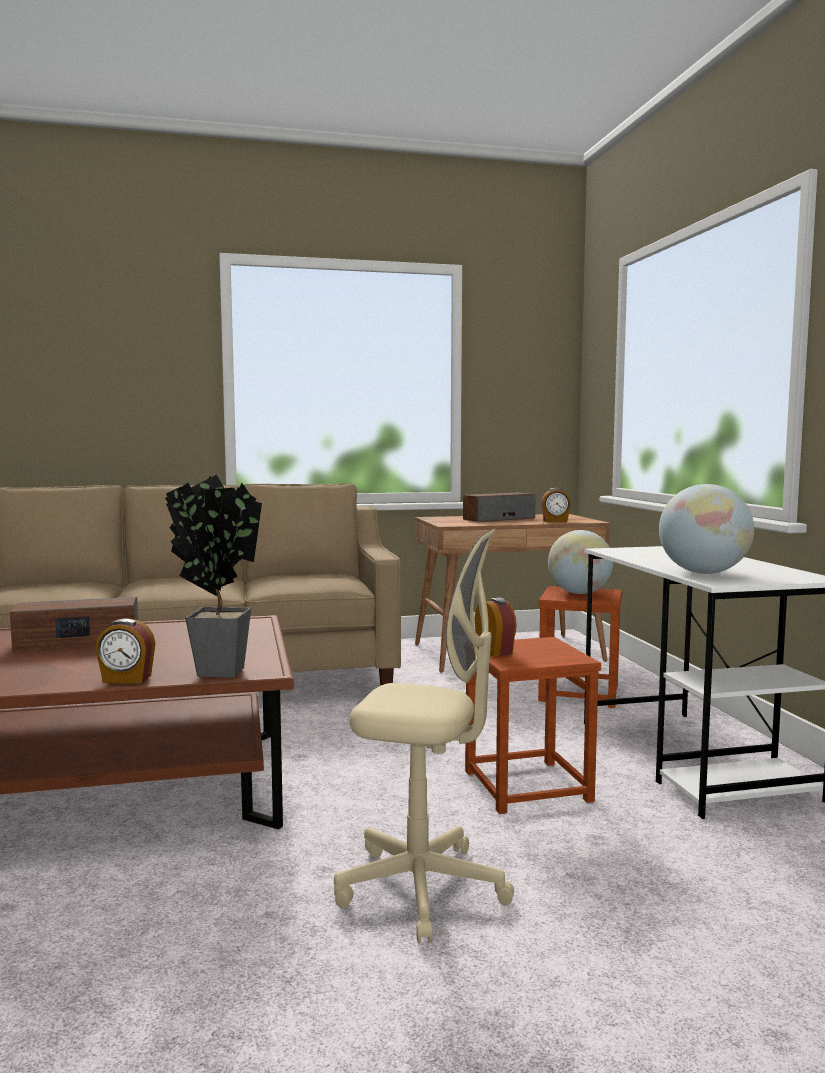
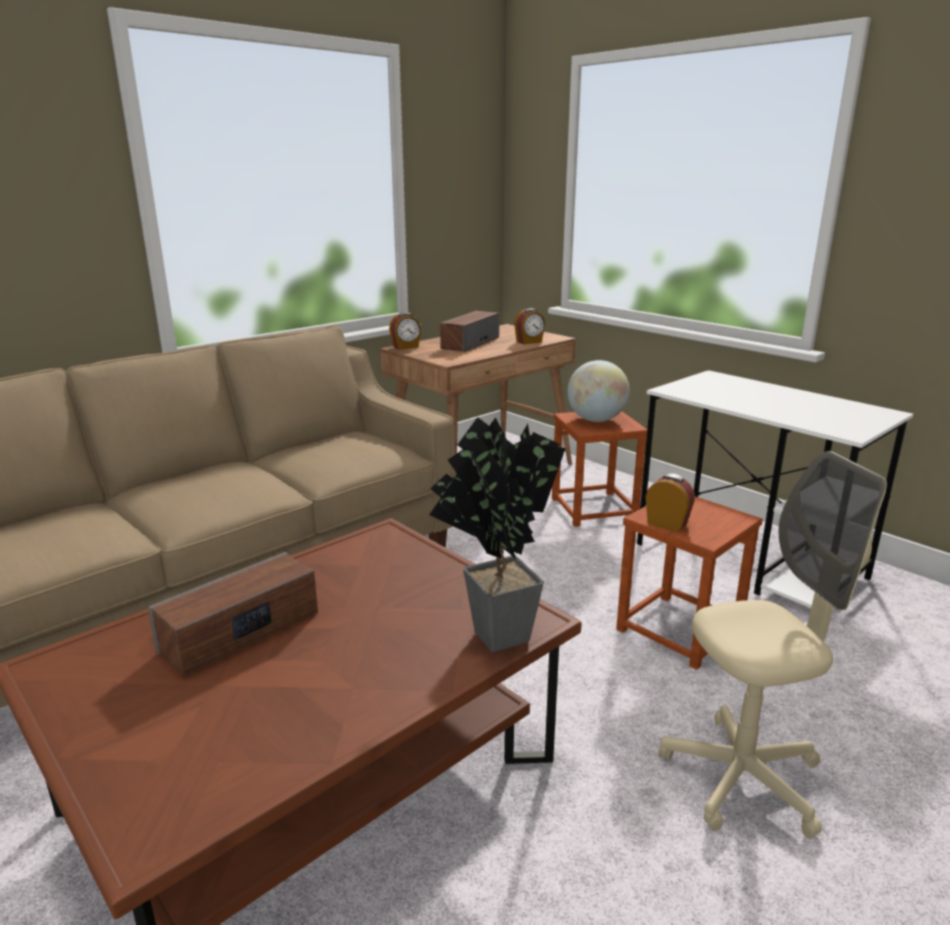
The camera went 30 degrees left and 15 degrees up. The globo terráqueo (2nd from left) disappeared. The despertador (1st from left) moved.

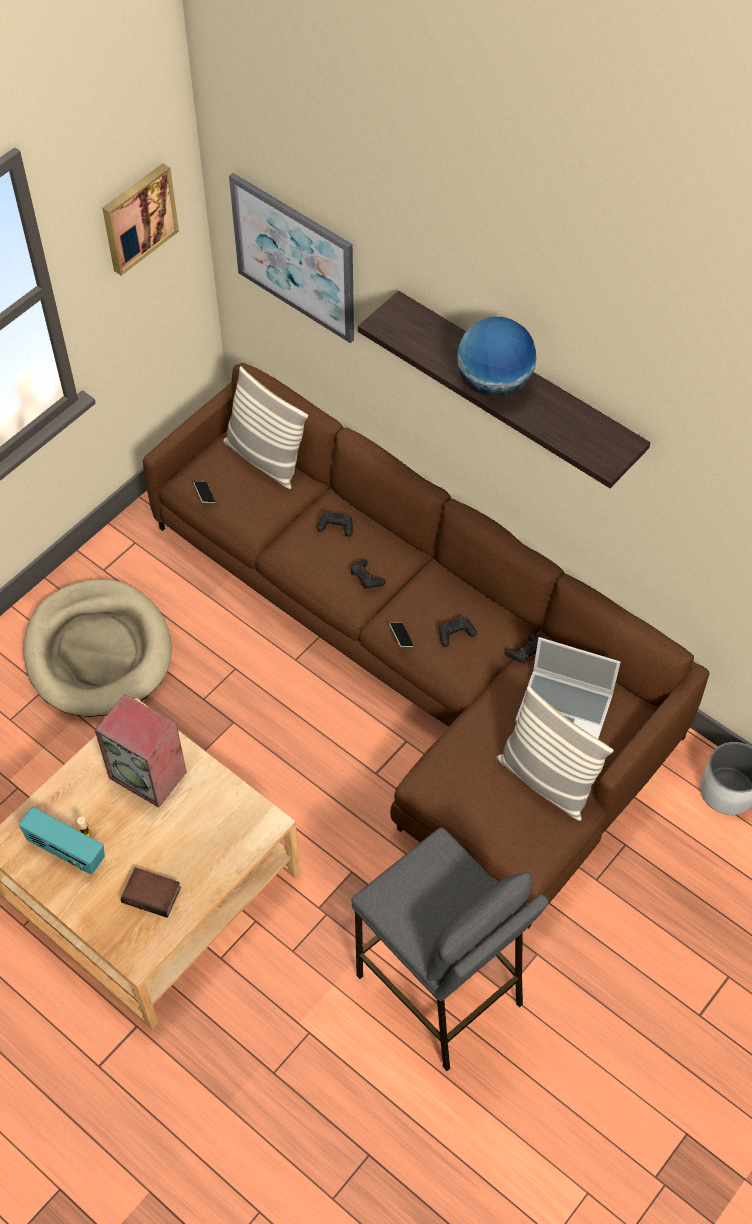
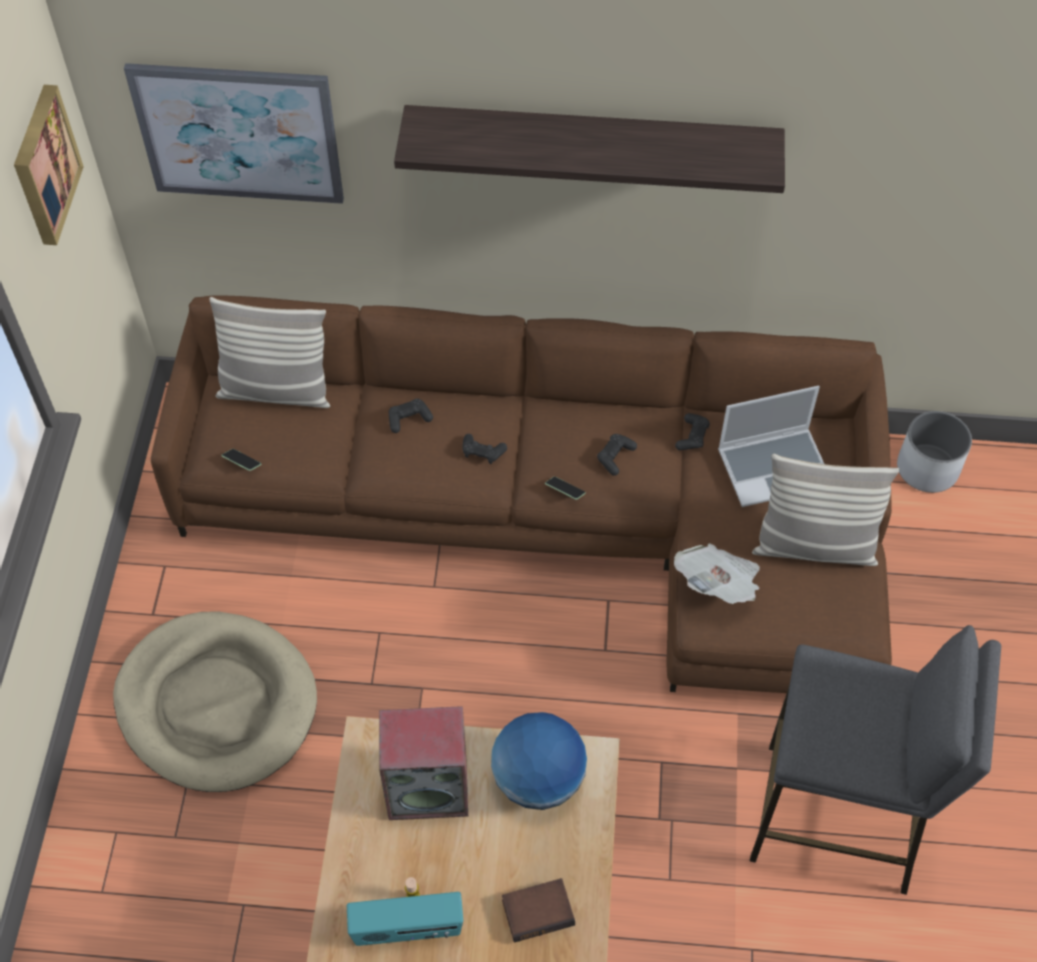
The camera went 35 degrees left and 0 degrees up. The periódico appeared. The globo terráqueo moved.

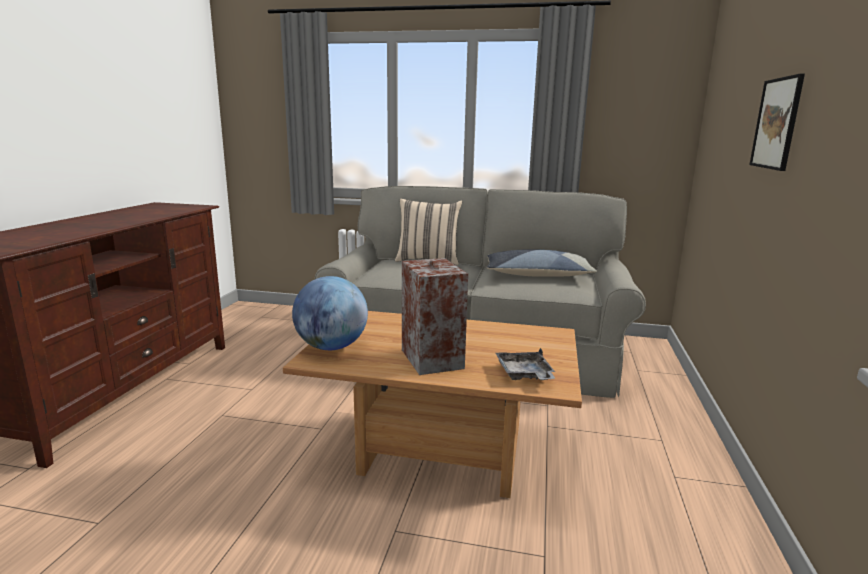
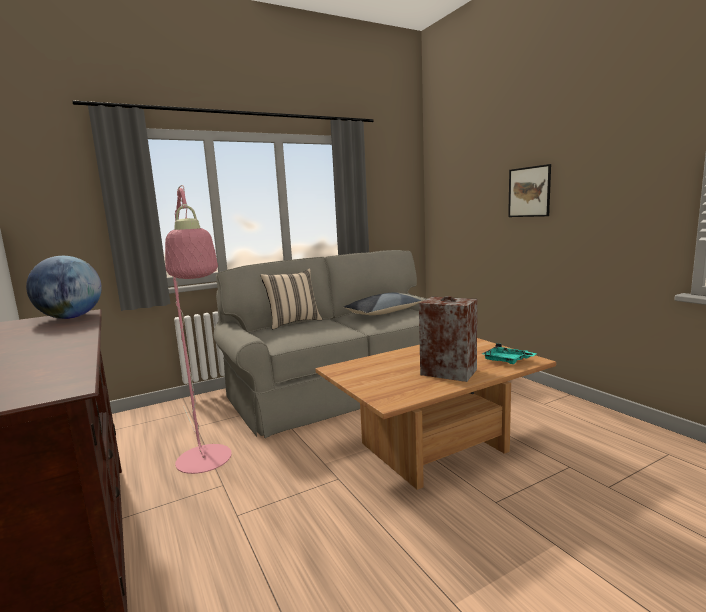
The camera went 40 degrees left and 5 degrees down. The lámpara de pie/rosa appeared. The globo terráqueo moved. The bandeja/gris became the bandeja/turquesa.

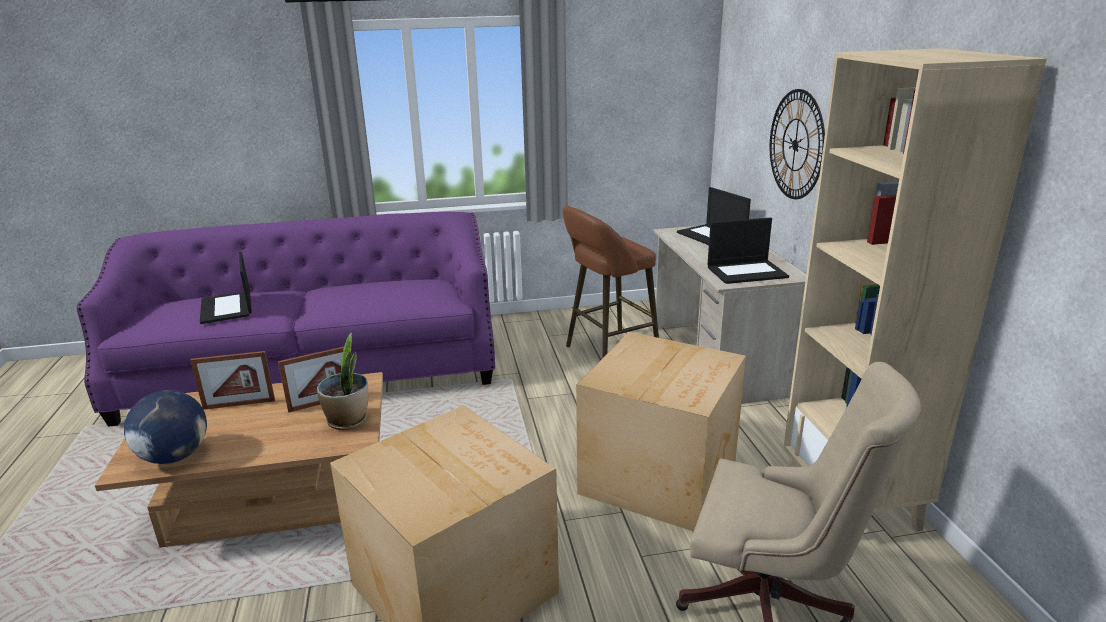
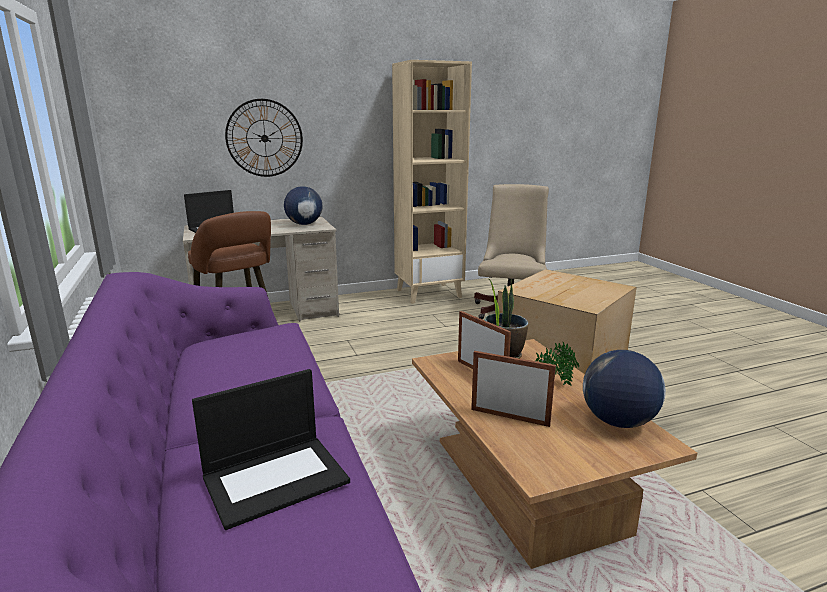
The camera went 100 degrees left and 5 degrees down. The caja de cartón (2nd from left) disappeared. The planta en maceta (2nd from left) appeared. The portátil (3rd from left) was replaced by the globo terráqueo (1st from left). The portarretratos (1st from left in the first image) turned 45 degrees counterclockwise.

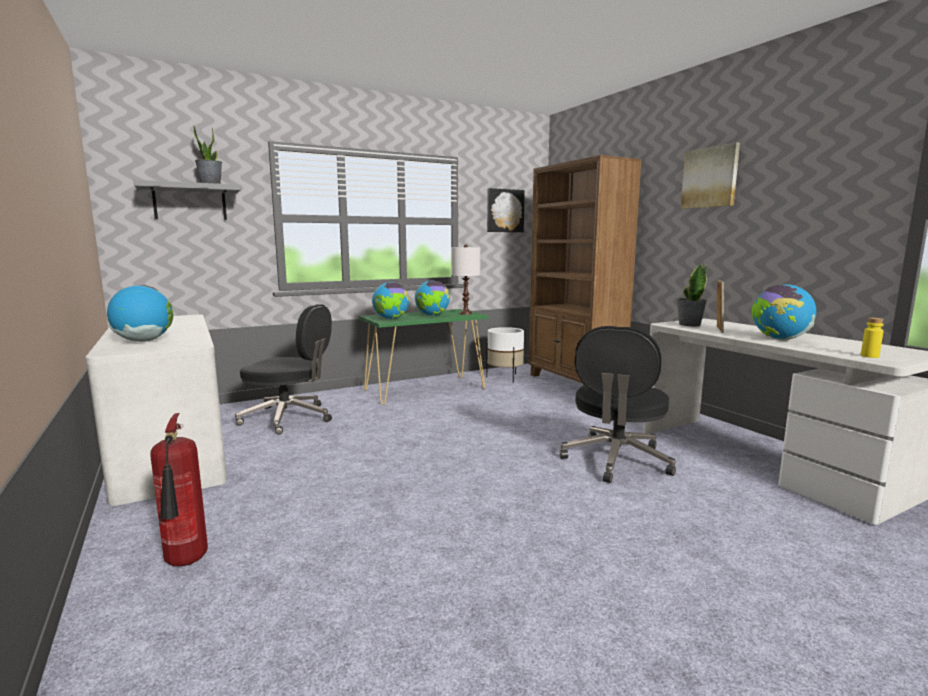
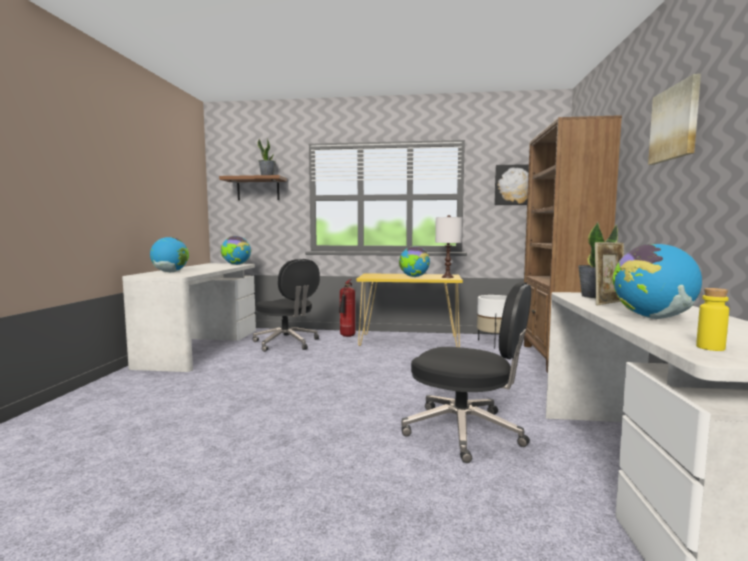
The camera went 35 degrees right and 5 degrees down. The extintor moved. The globo terráqueo (2nd from left) moved. The estante/gris became the estante/marrón. The mesa consola/verde became the mesa consola/amarillo. The silla de oficina/negro (2nd from left) turned 120 degrees counterclockwise.

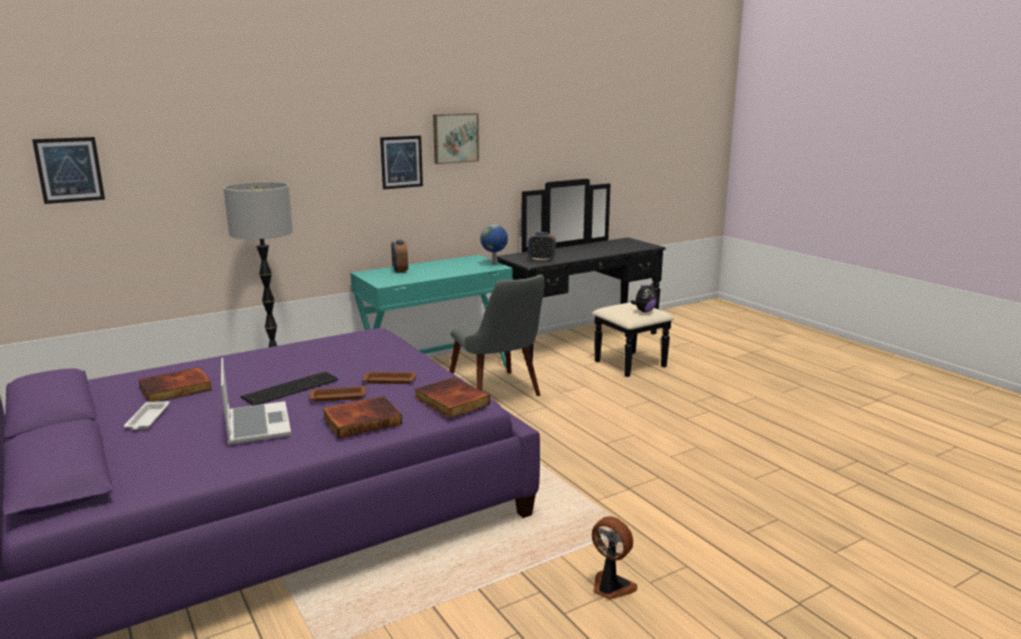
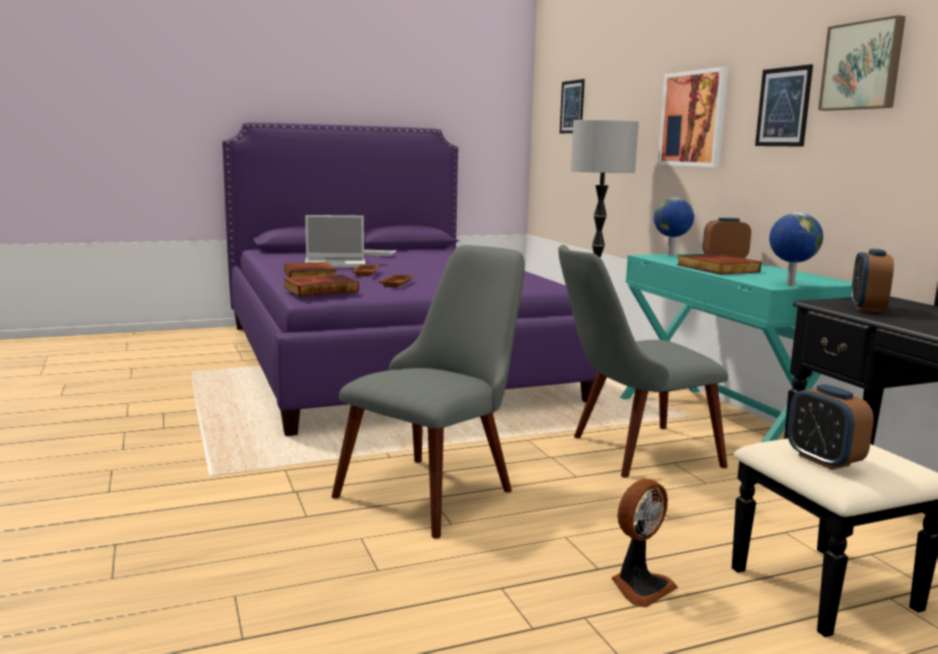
The camera went 100 degrees right and 5 degrees down. The teclado disappeared. The silla/gris (1st from left) appeared. The globo terráqueo (1st from left) appeared. The cuadro (2nd from left) appeared. The libro (1st from left in the first image) moved. The ventilador moved. The peluche was replaced by the despertador (2nd from left).

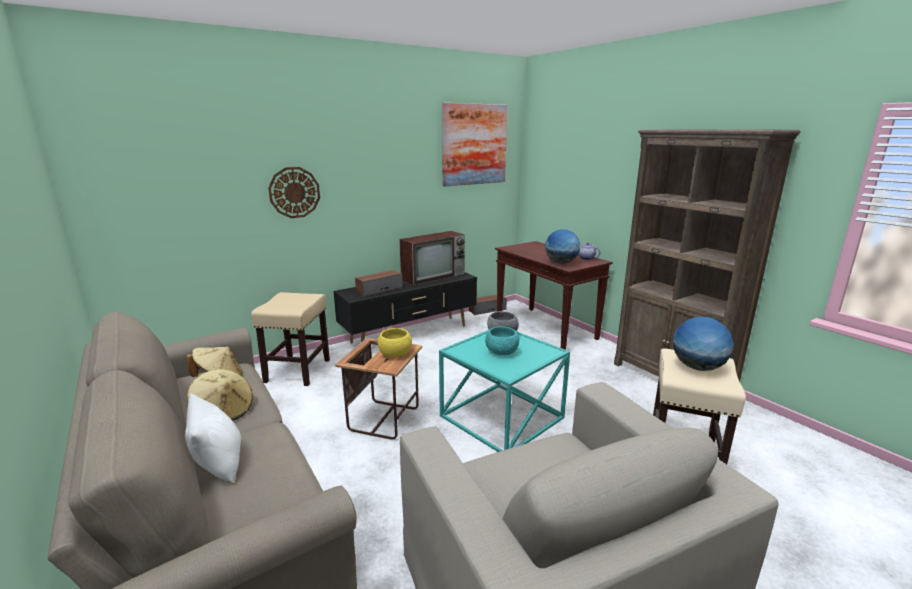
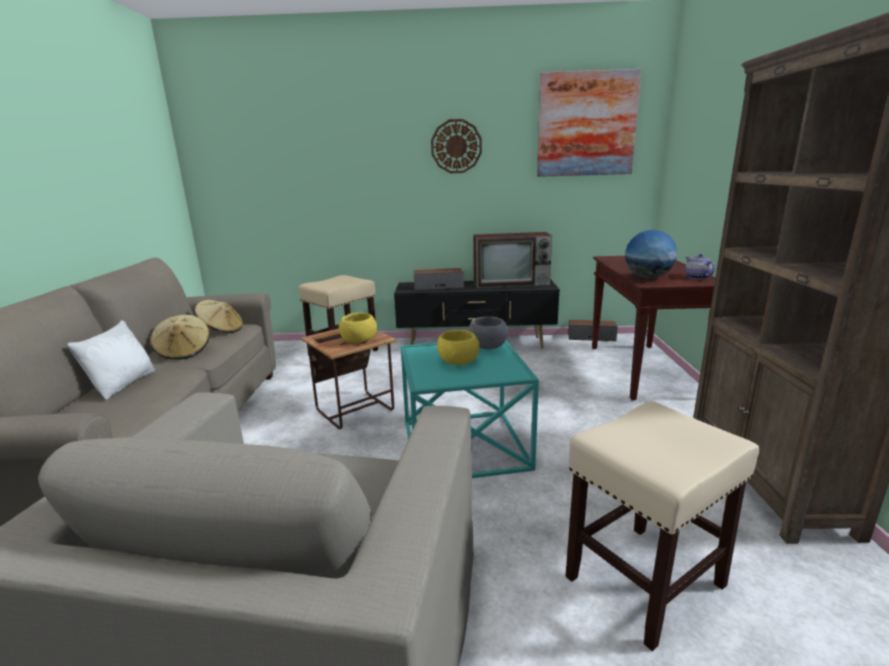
The camera went 35 degrees right and 0 degrees up. The globo terráqueo (2nd from left) disappeared. The reloj de pared moved. The cuenco/turquesa became the cuenco/amarillo (2nd from left).

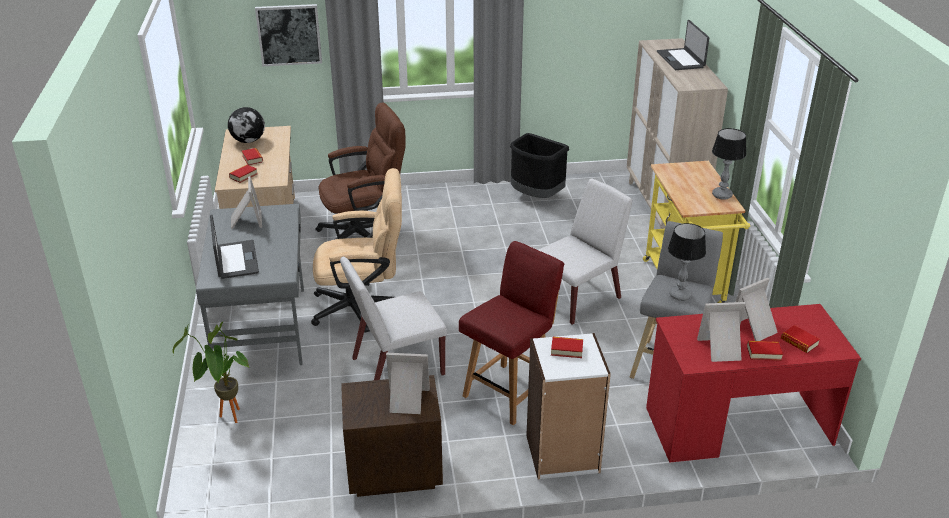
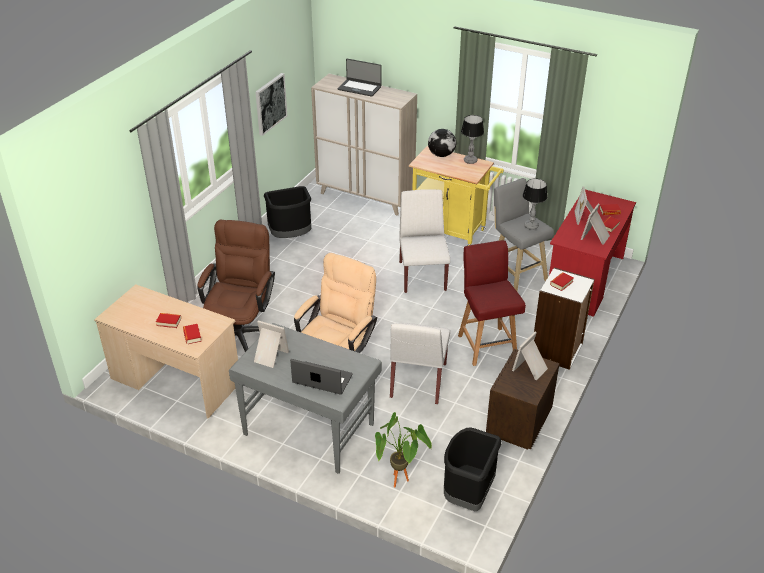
The camera went 55 degrees left and 5 degrees up. The papelera/negro (2nd from left) appeared. The globo terráqueo moved. The cuadro moved.

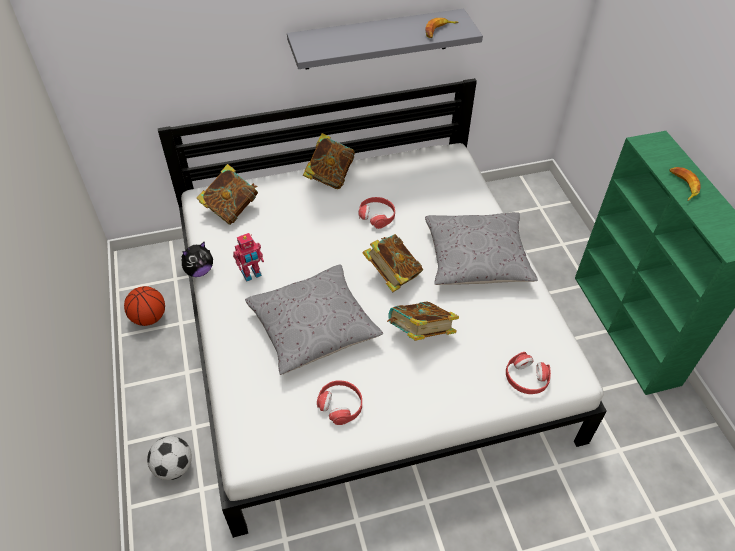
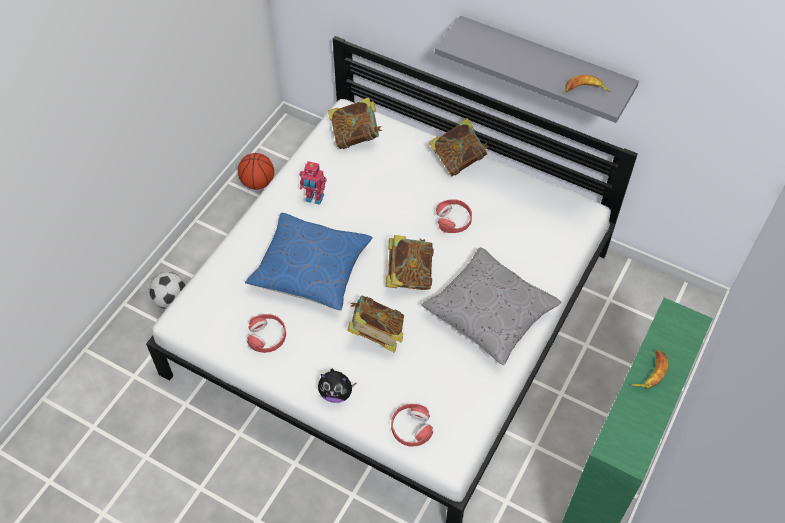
The camera went 45 degrees right and 5 degrees up. The peluche moved. The cojín/gris (1st from left) became the cojín/azul.

